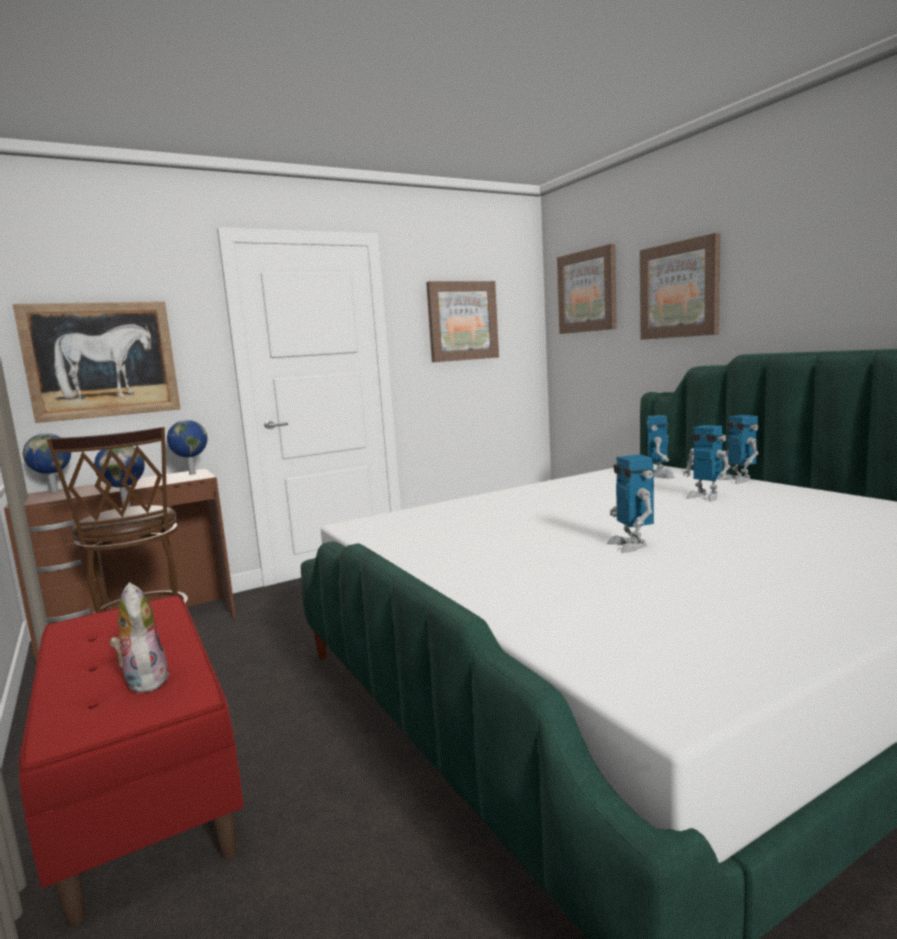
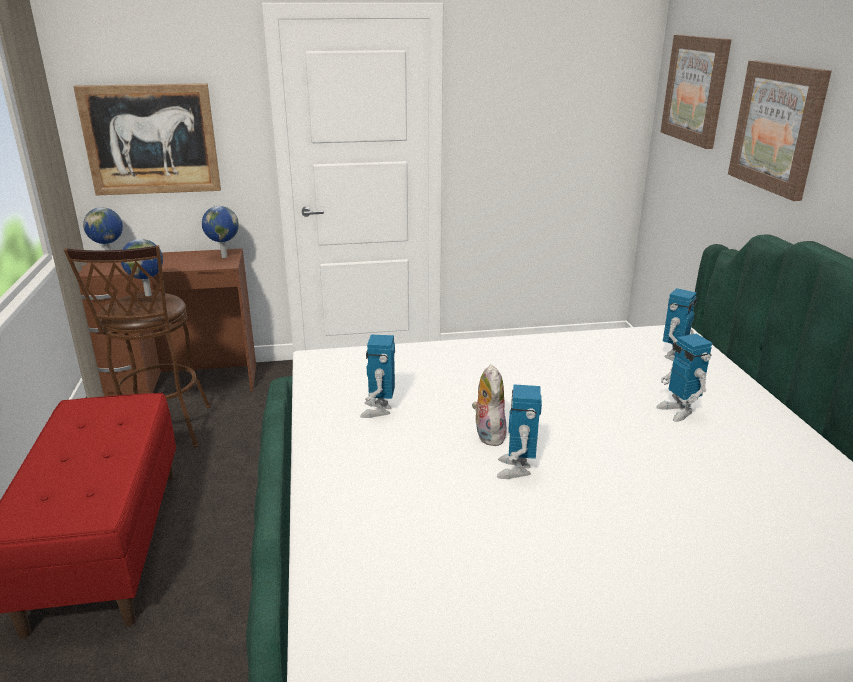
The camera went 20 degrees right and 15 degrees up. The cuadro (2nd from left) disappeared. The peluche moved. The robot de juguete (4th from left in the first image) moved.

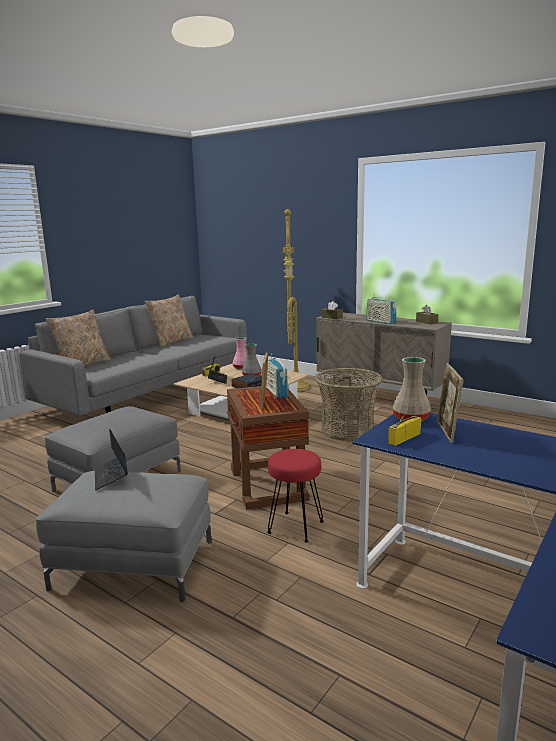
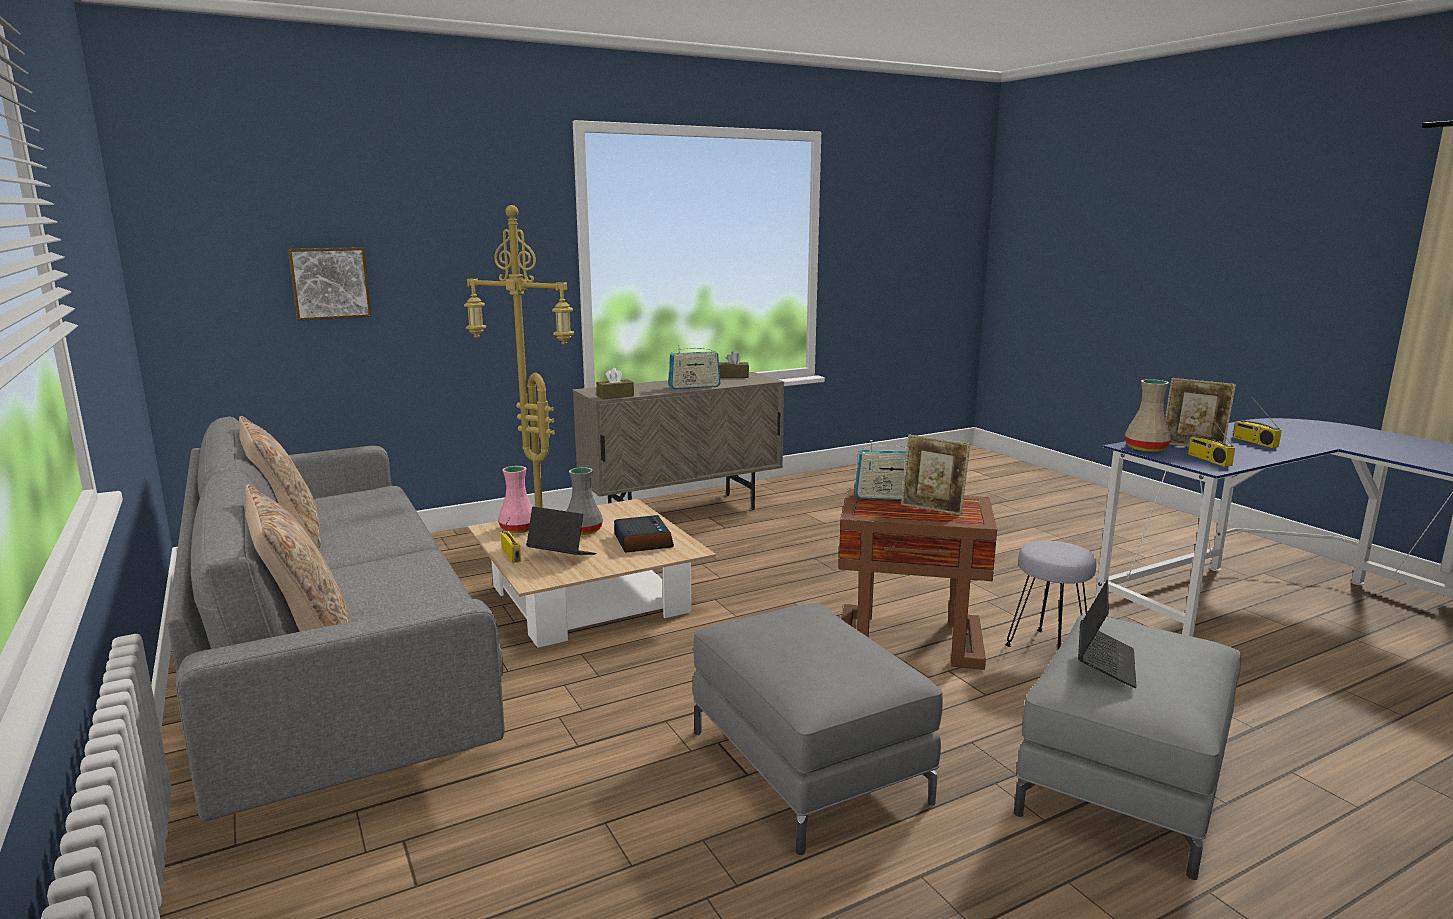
The camera went 65 degrees left and 0 degrees up. The cesta disappeared. The cuadro appeared. The radio (5th from left) appeared. The taburete/rojo became the taburete/gris. The portátil (1st from left in the first image) turned 75 degrees counterclockwise.

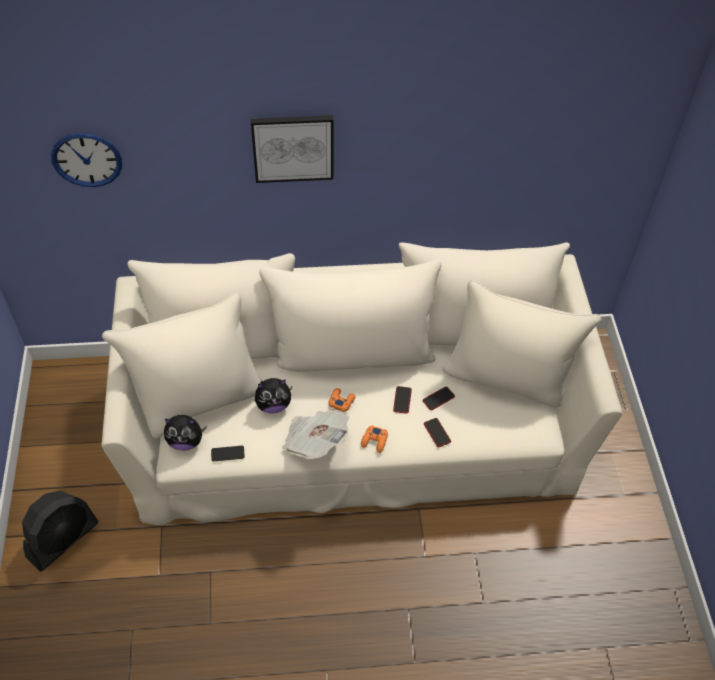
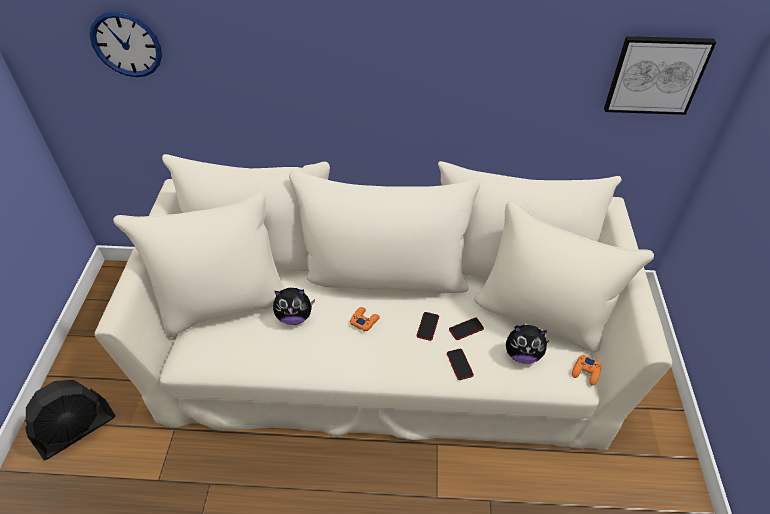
The camera went 10 degrees right and 5 degrees down. The móvil (1st from left) disappeared. The periódico disappeared. The peluche (1st from left in the first image) moved. The cuadro moved. The mando de consola/naranja (2nd from left) moved.

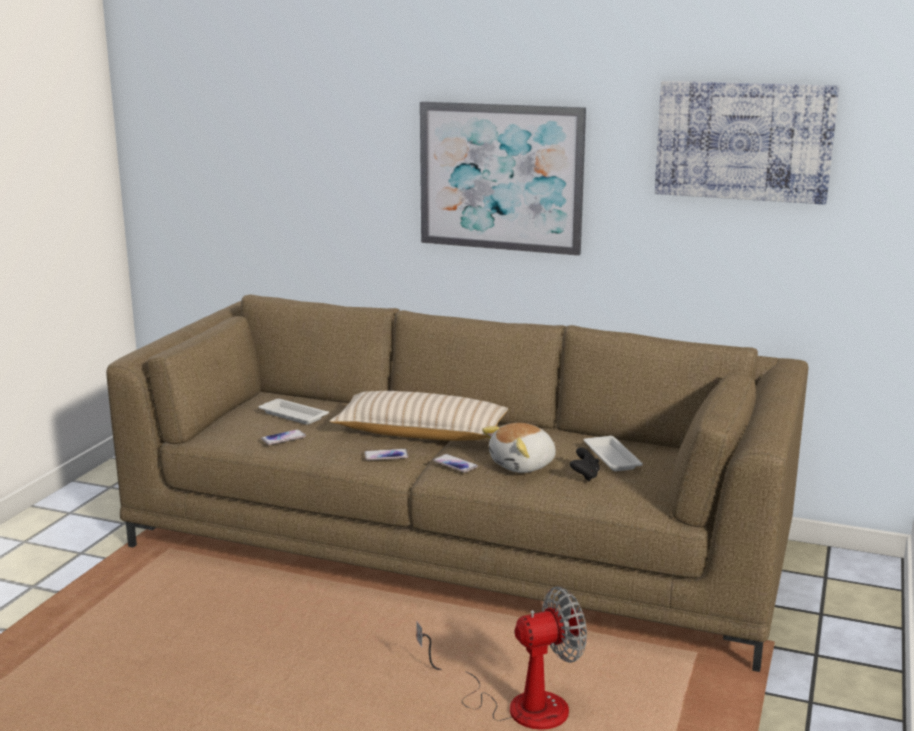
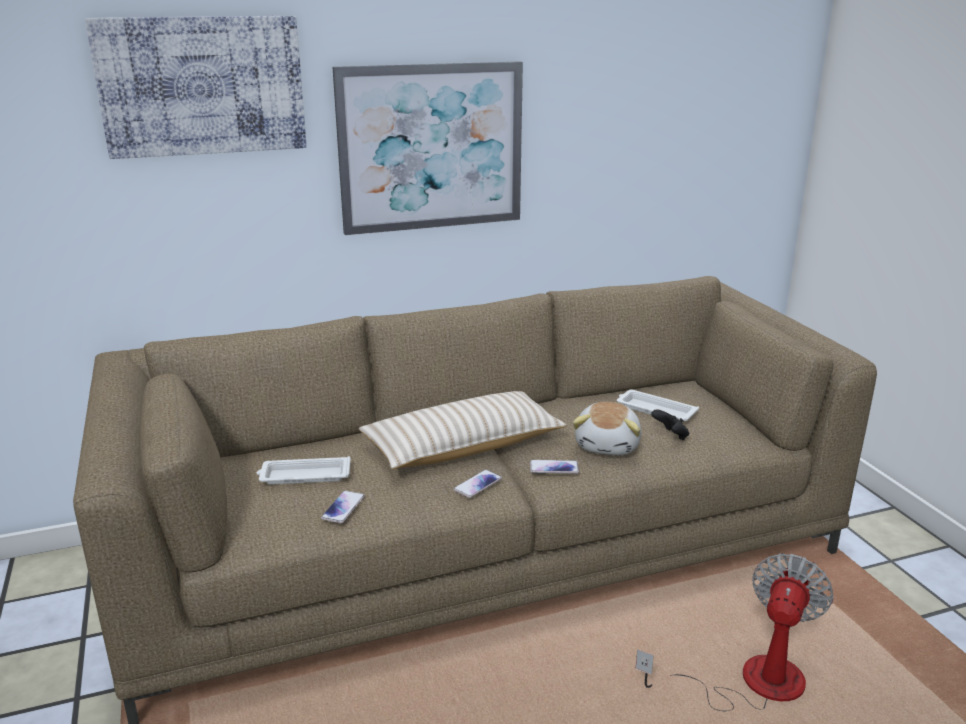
The camera went 40 degrees left and 5 degrees up. The cuadro (2nd from left in the first image) moved.

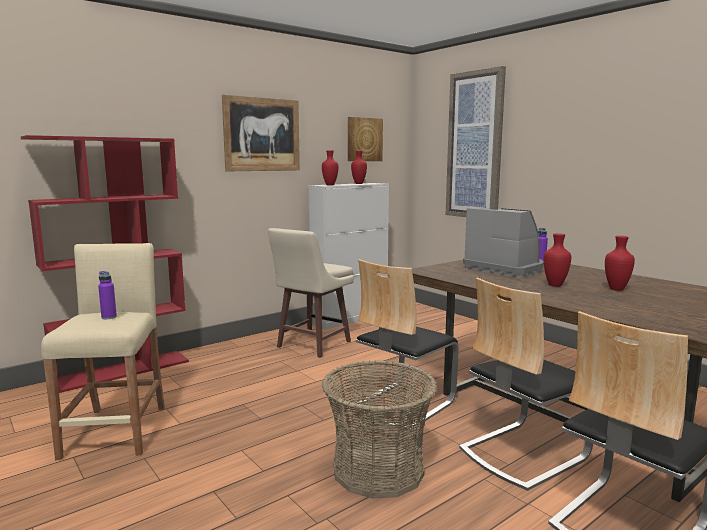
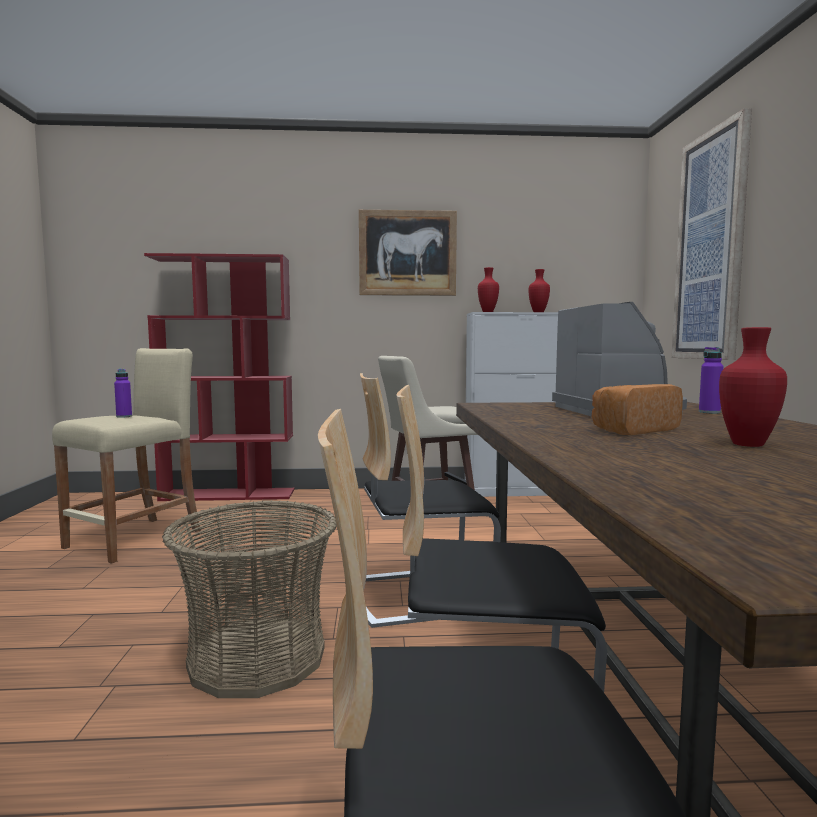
The camera went 35 degrees right and 5 degrees down. The cuadro (2nd from left) disappeared. The florero/rojo (3rd from left) was replaced by the pan.

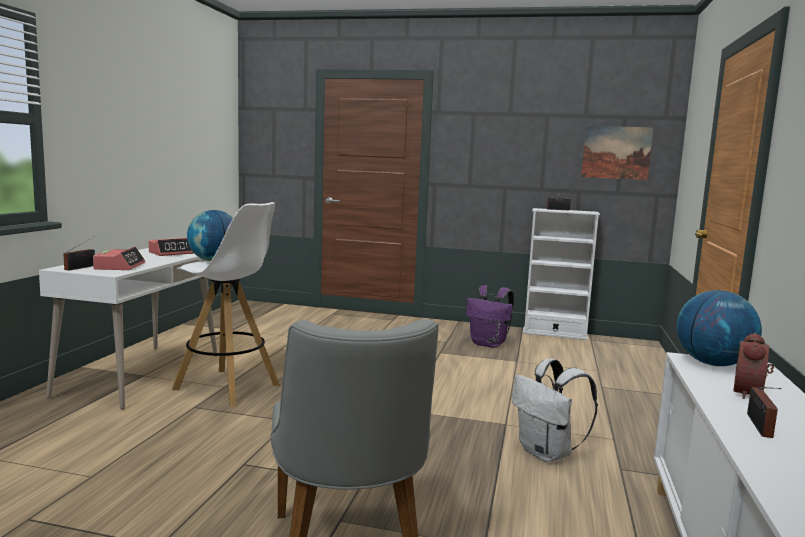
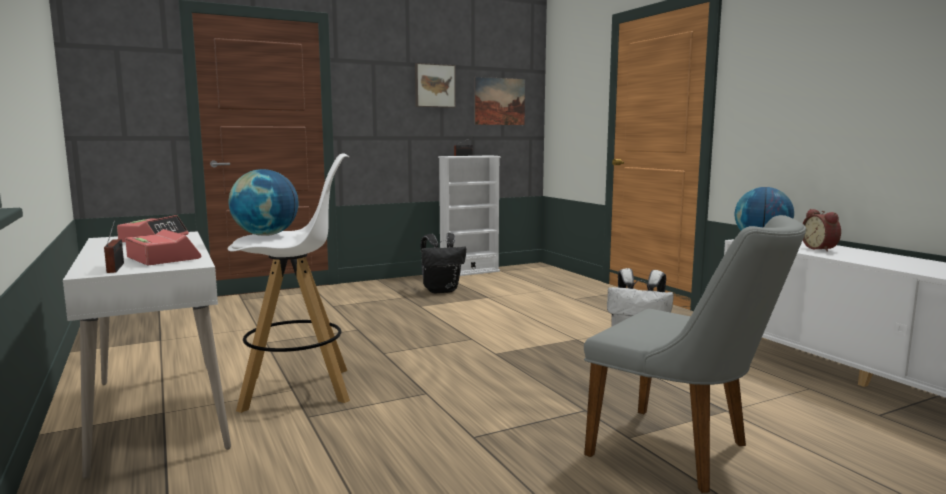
The camera went 40 degrees left and 0 degrees up. The radio (3rd from left) disappeared. The cuadro (1st from left) appeared. The mochila/morado became the mochila/negro.

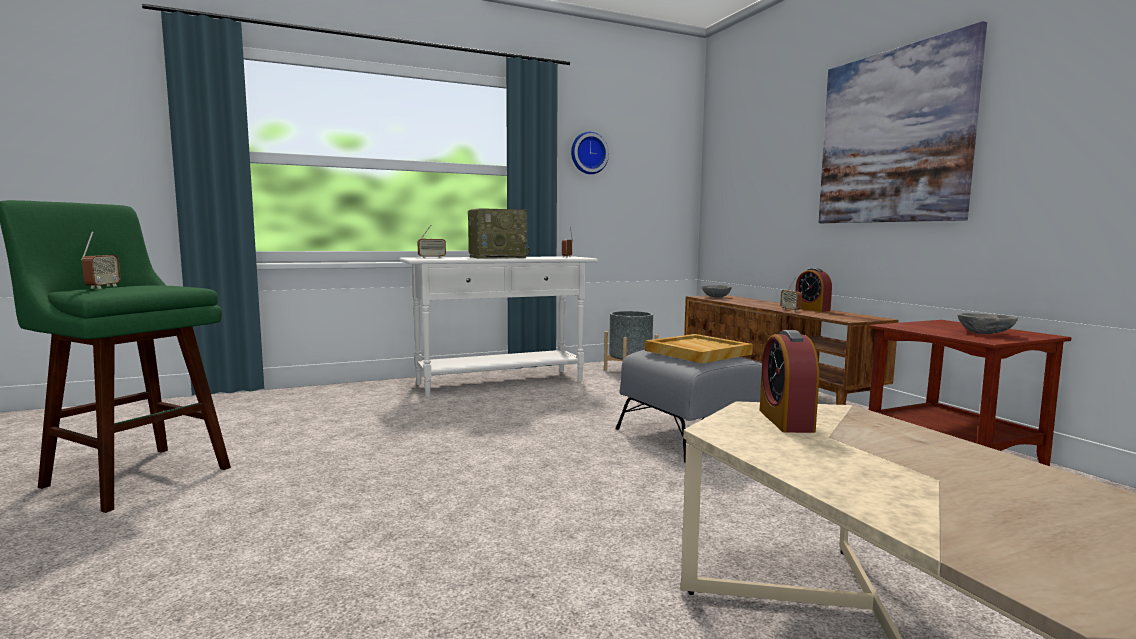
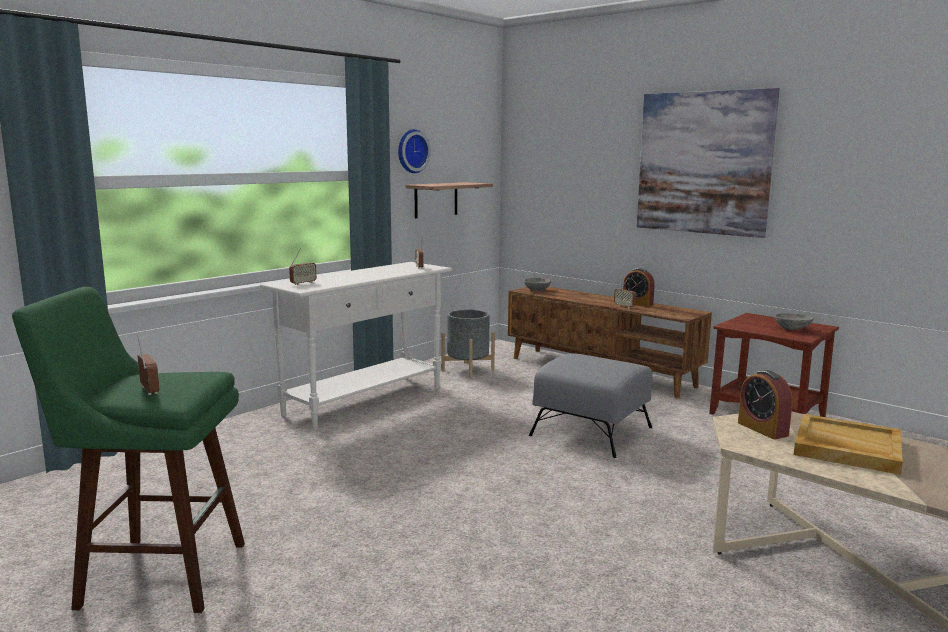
The camera went 25 degrees left and 5 degrees up. The radio (3rd from left) disappeared. The estante appeared. The bandeja/beis moved.

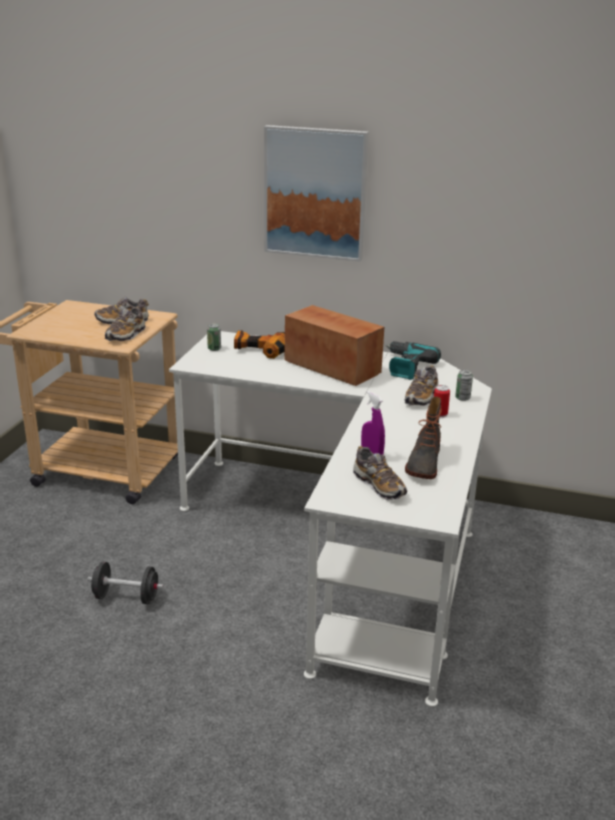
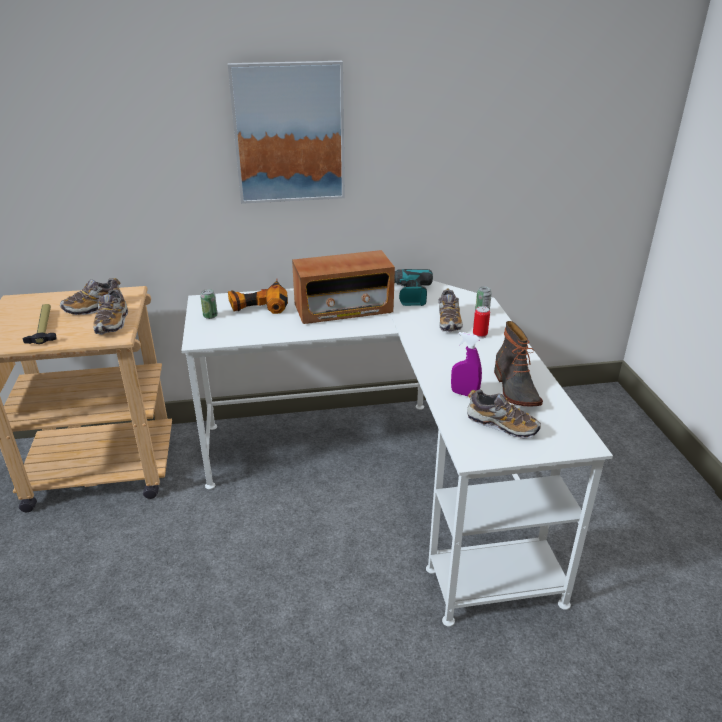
The camera went 25 degrees left and 5 degrees up. The mancuerna/negro disappeared. The martillo appeared. The radio turned 150 degrees clockwise.

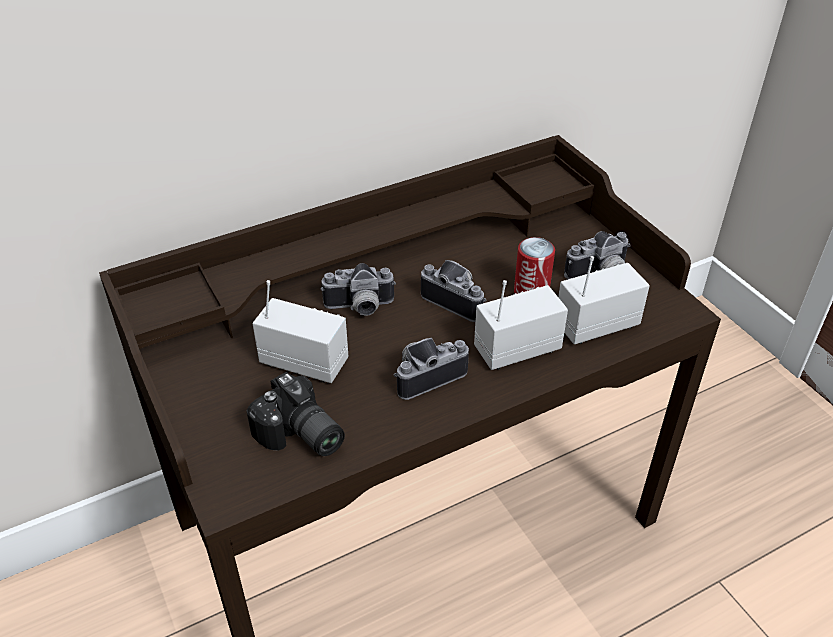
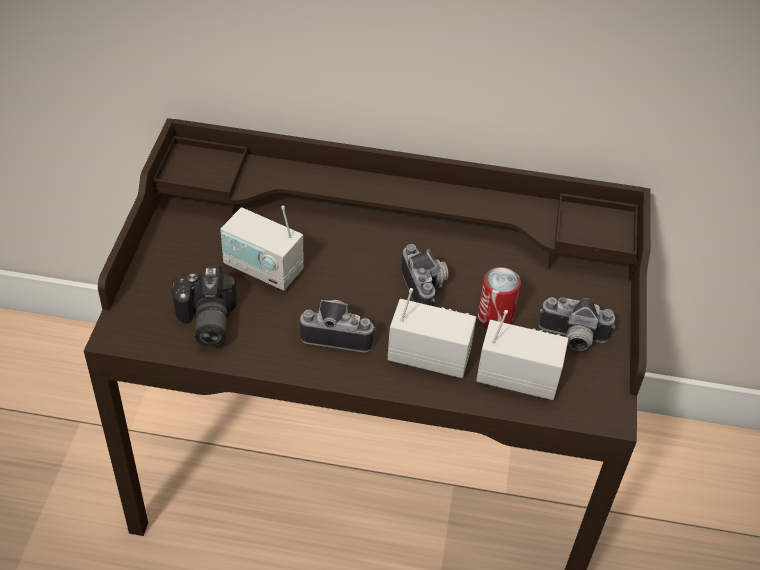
The camera went 35 degrees right and 5 degrees up. The cámara (2nd from left) disappeared. The radio (1st from left) turned 150 degrees clockwise.

